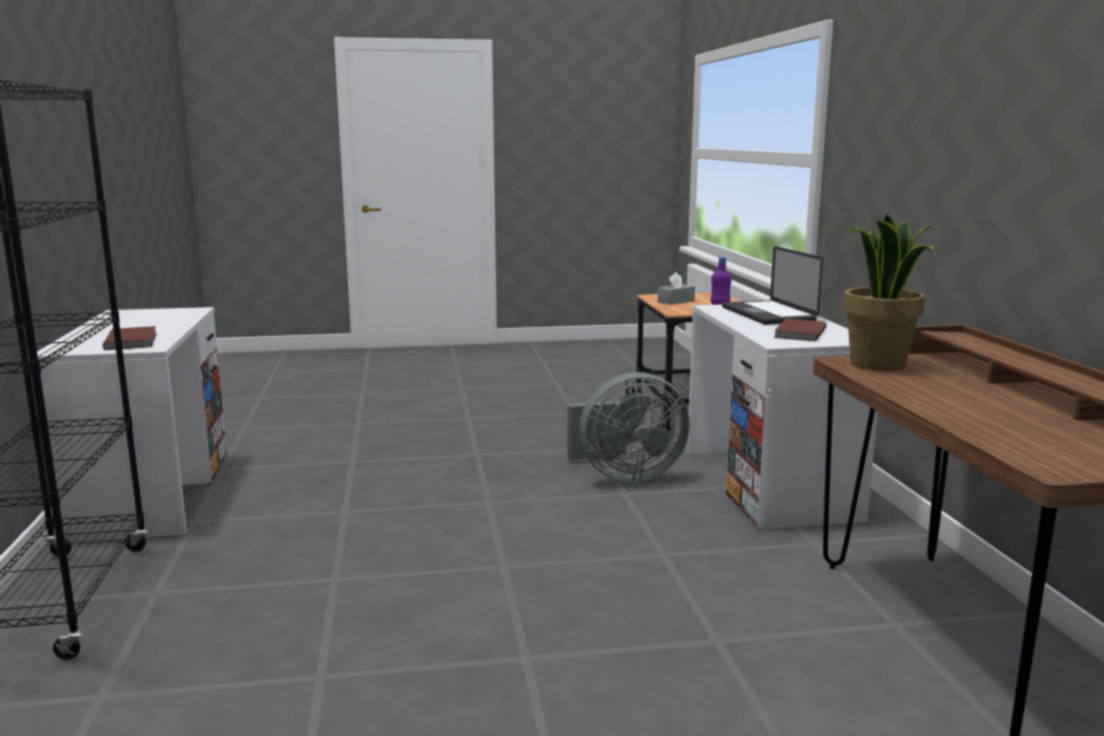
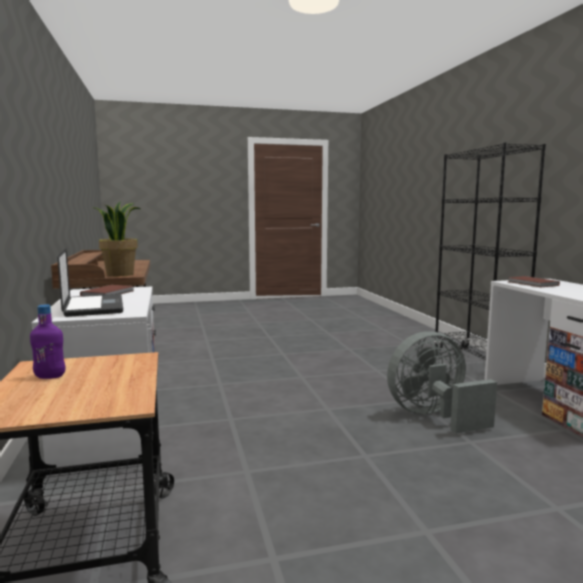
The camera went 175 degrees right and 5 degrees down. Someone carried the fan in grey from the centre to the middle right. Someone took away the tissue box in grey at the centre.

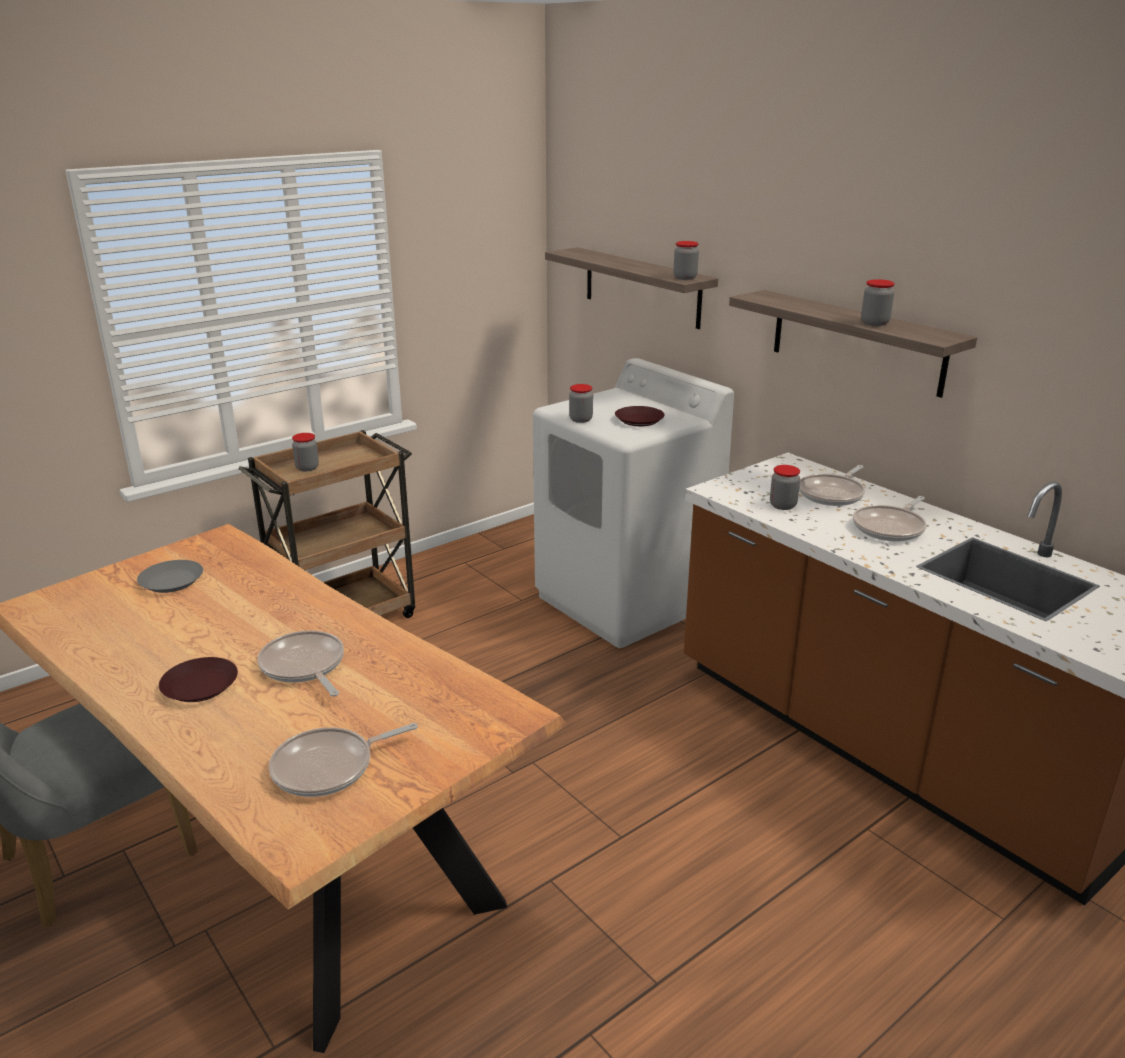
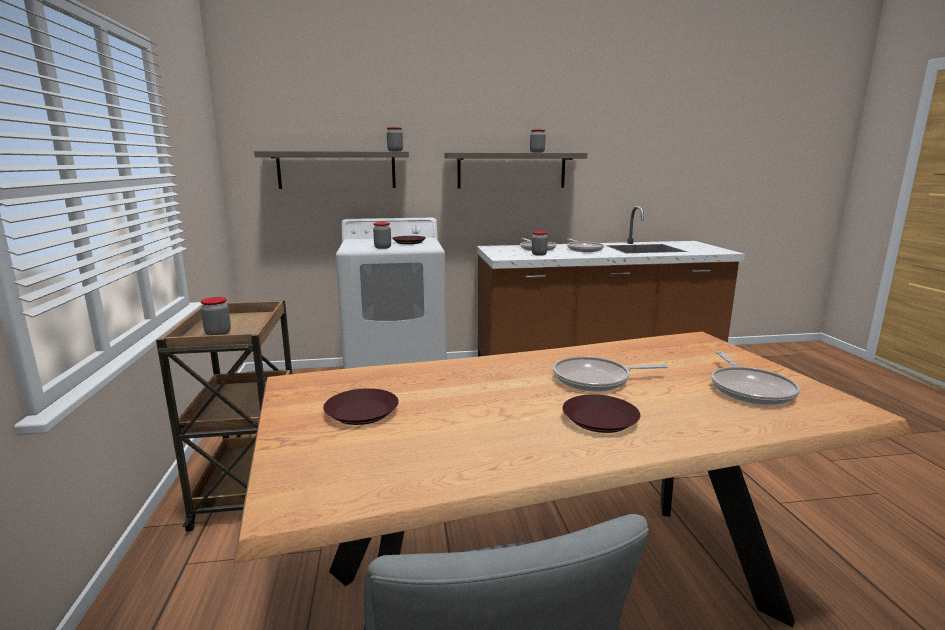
The camera went 60 degrees left and 10 degrees down. Someone repainted the plate in grey at the middle left, which became the plate in brown (1st from left) at the centre.

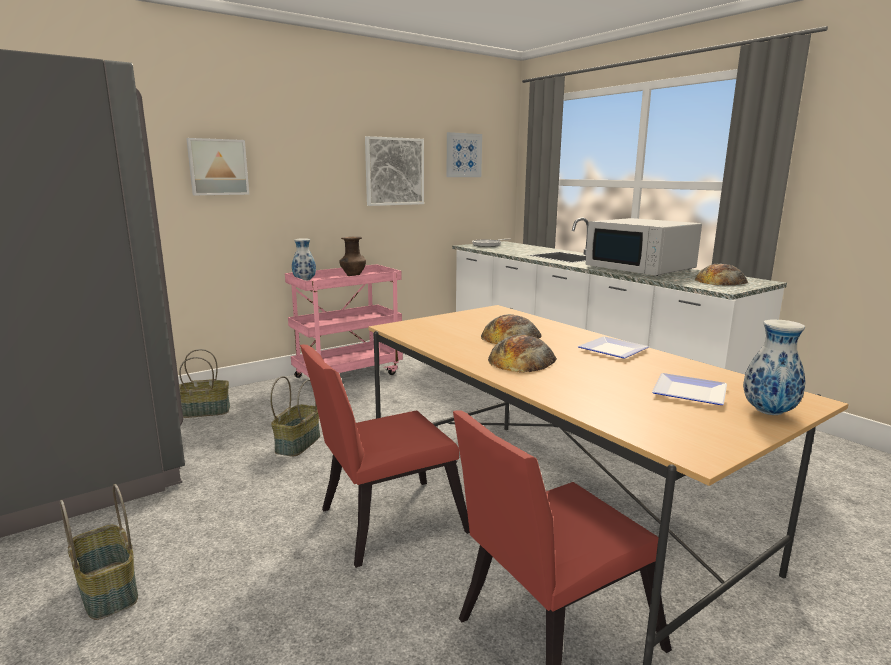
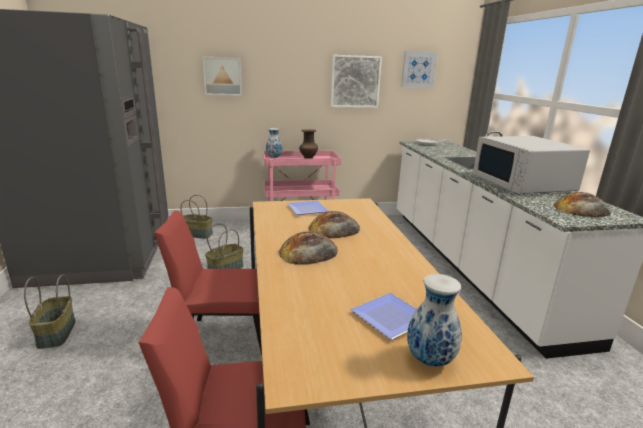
The camera went 25 degrees right and 5 degrees up. Someone carried the plate (1st from left) from the middle right to the centre.

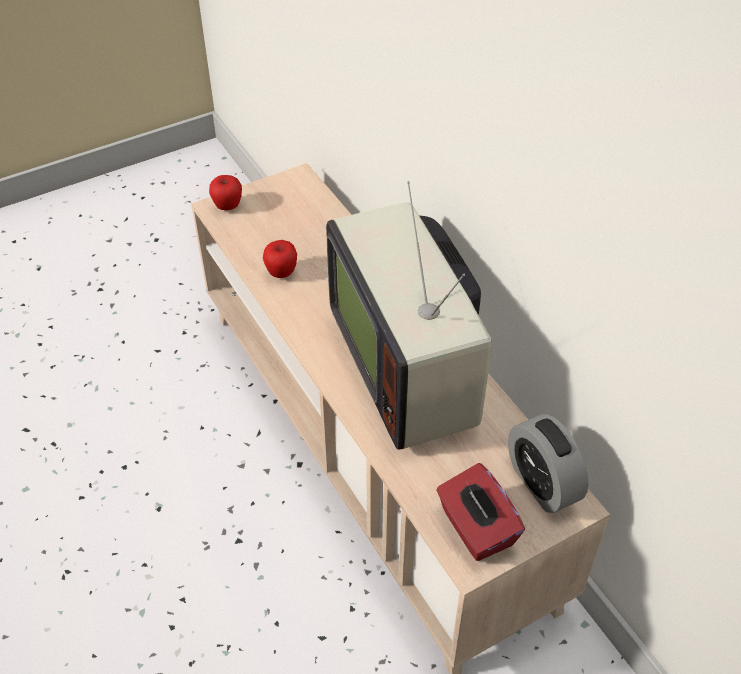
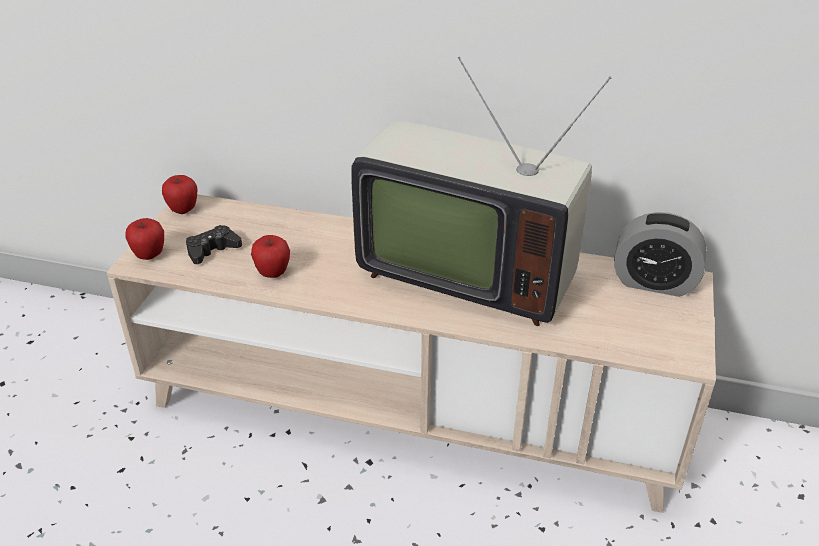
The camera went 45 degrees left and 10 degrees down. Someone put down the apple (2nd from left) at the middle left. Someone put down the game controller in black at the middle left. Someone took away the tissue box in red at the bottom centre.

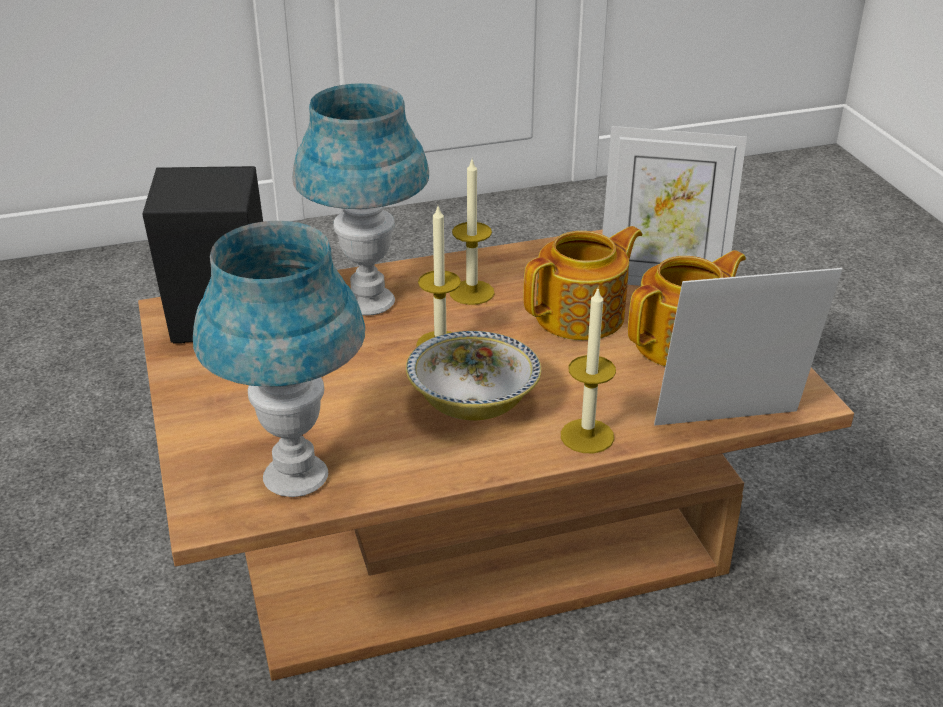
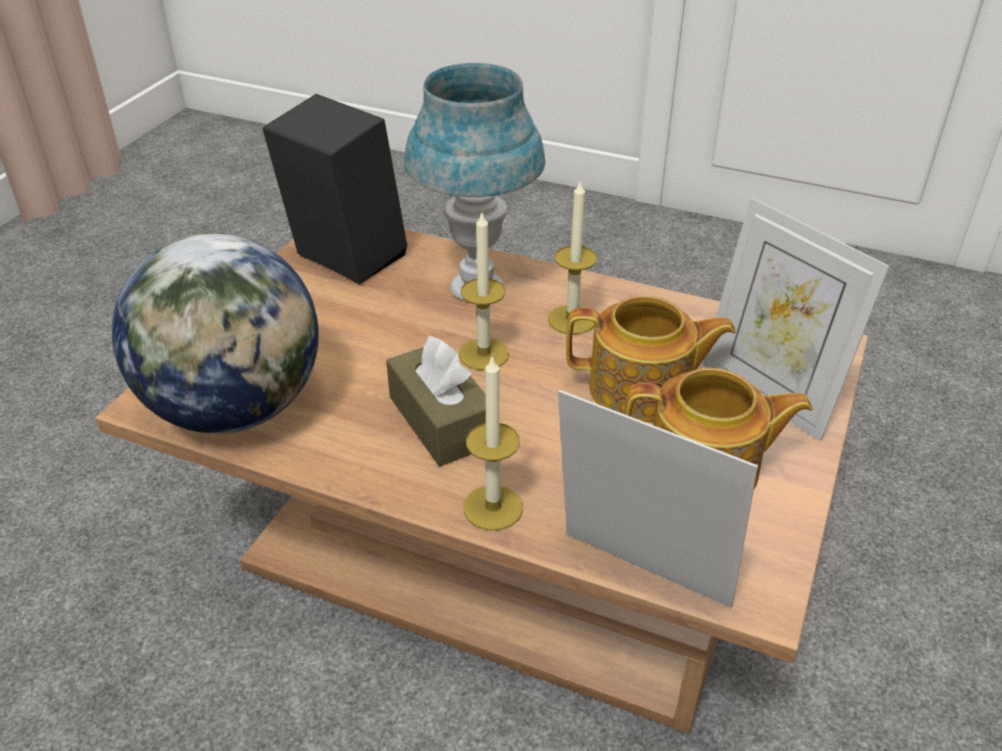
The camera went 40 degrees right and 5 degrees up. Someone swapped the table lamp in blue (1st from left) at the middle left for the globe at the middle left. Someone swapped the bowl at the centre for the tissue box in brown at the centre.

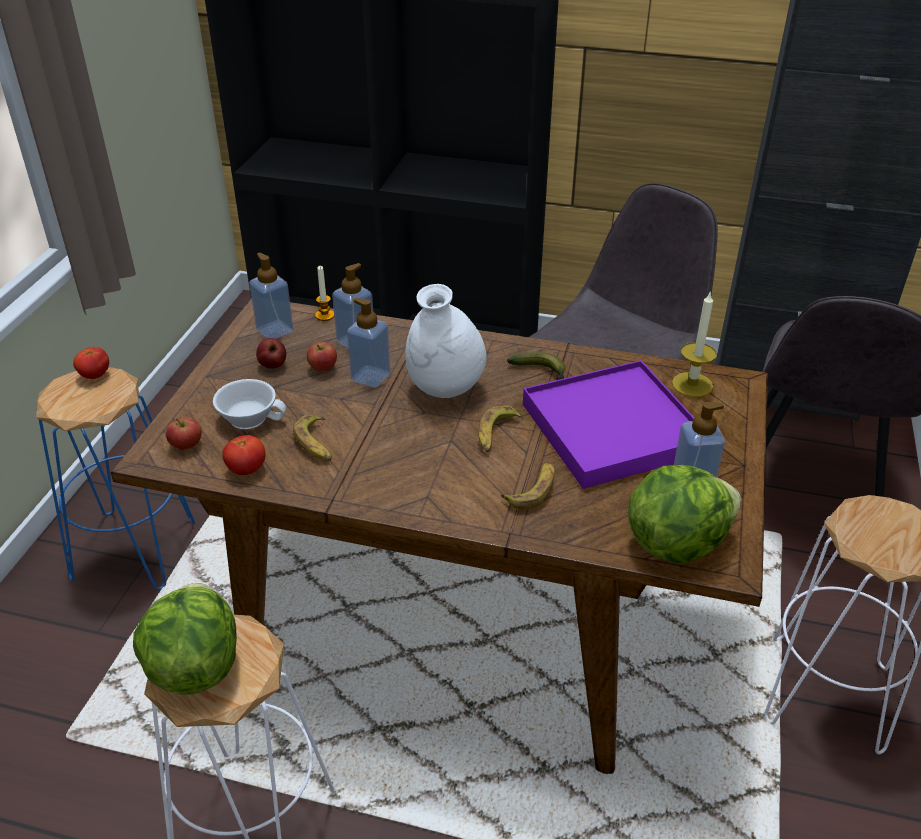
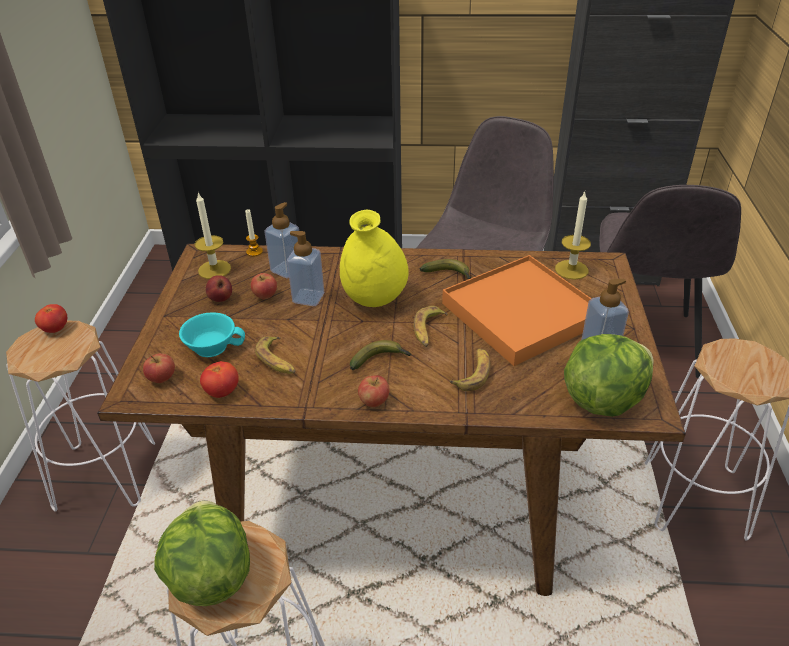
The camera went 10 degrees left and 0 degrees up. Someone repainted the stool in blue at the middle left, which became the stool in white (1st from left) at the middle left. Someone repainted the cup in white at the middle left, which became the cup in turquoise at the middle left. Someone swapped the soap dispenser (1st from left) at the middle left for the candle (1st from left) at the middle left. Someone repainted the vase in white at the centre, which became the vase in yellow at the centre. Someone put down the banana (2nd from left) at the centre. Someone put down the apple (4th from left) at the centre. Someone repainted the tray in purple at the centre, which became the tray in orange at the centre.

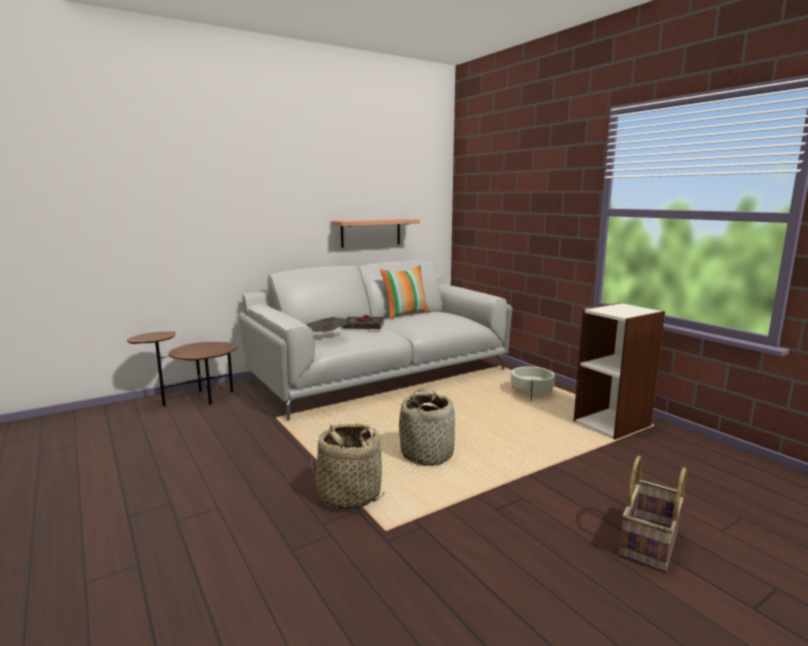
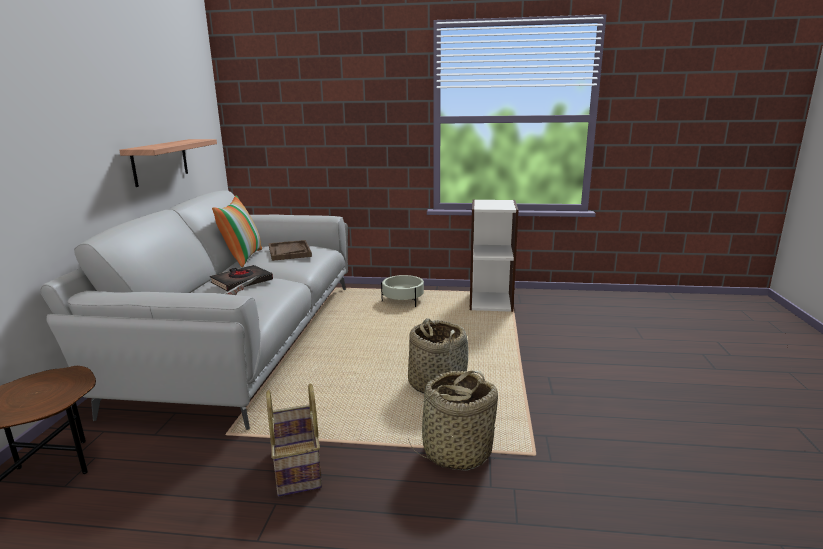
The camera went 50 degrees left and 5 degrees up. Someone carried the basket (3rd from left in the first image) from the bottom right to the bottom centre. Someone put down the tray in brown at the centre.

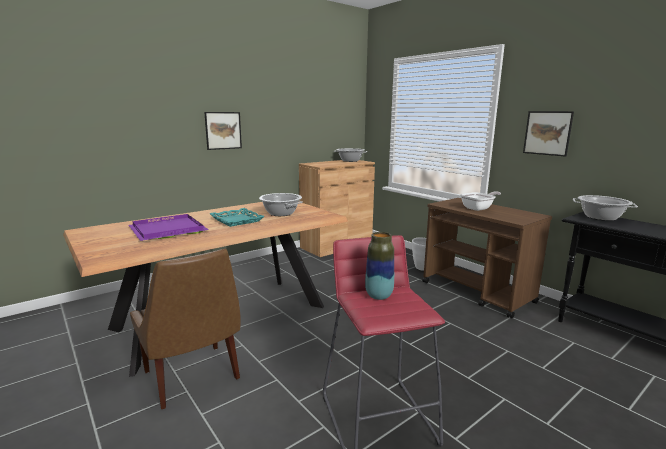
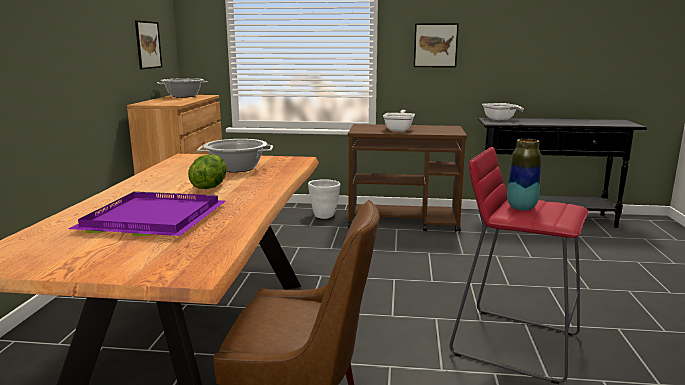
The camera went 45 degrees left and 0 degrees up. Someone carried the picture (1st from left) from the top centre to the top left. Someone swapped the tray in turquoise at the centre for the lettuce at the middle left. Someone swapped the cooking pot (3rd from left) at the middle right for the frying pan (2nd from left) at the top right.

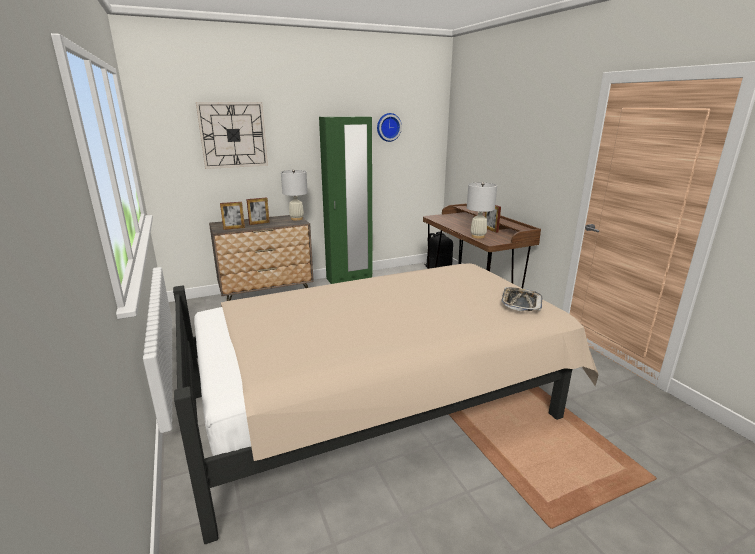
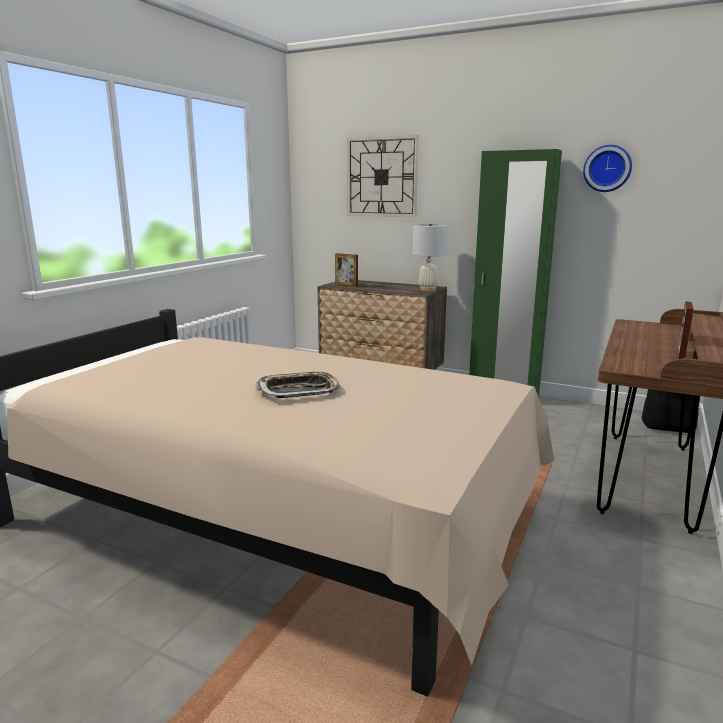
The camera went 50 degrees right and 5 degrees down. Someone carried the tray from the middle right to the centre. Someone took away the picture frame (2nd from left) at the centre. Someone took away the table lamp in white (2nd from left) at the centre.

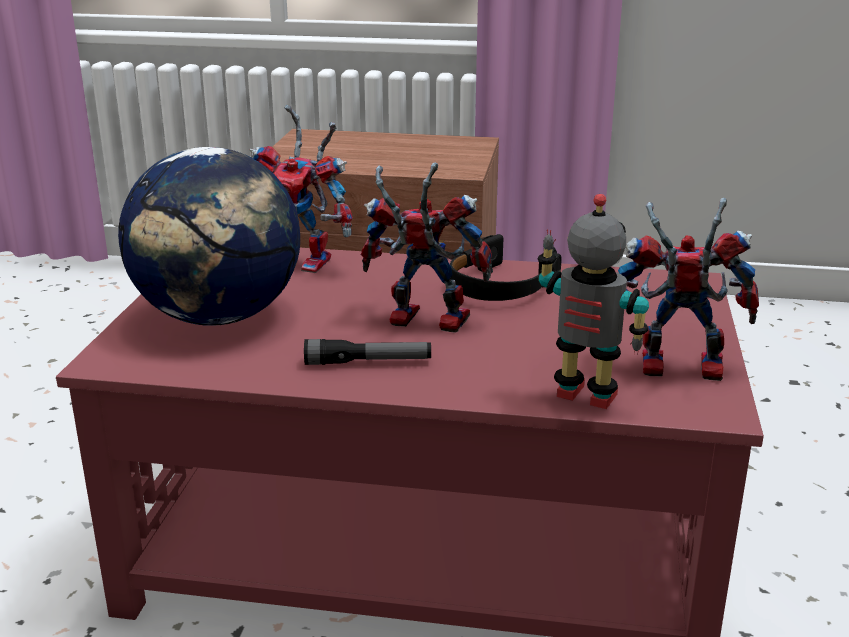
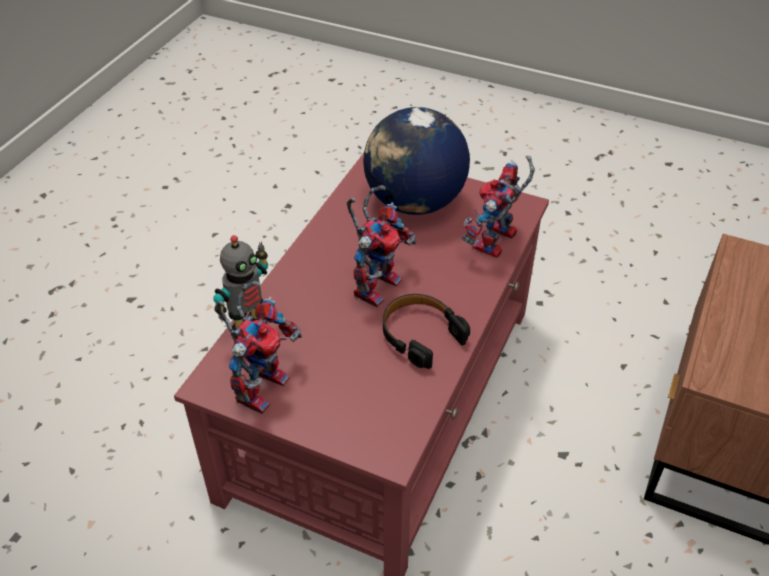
The camera went 105 degrees right and 20 degrees up. Someone took away the flashlight at the centre.

